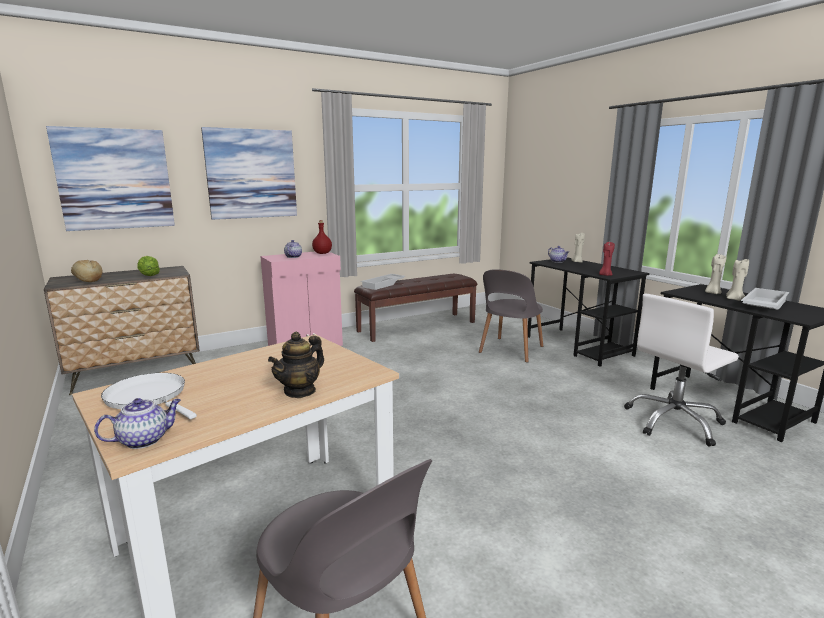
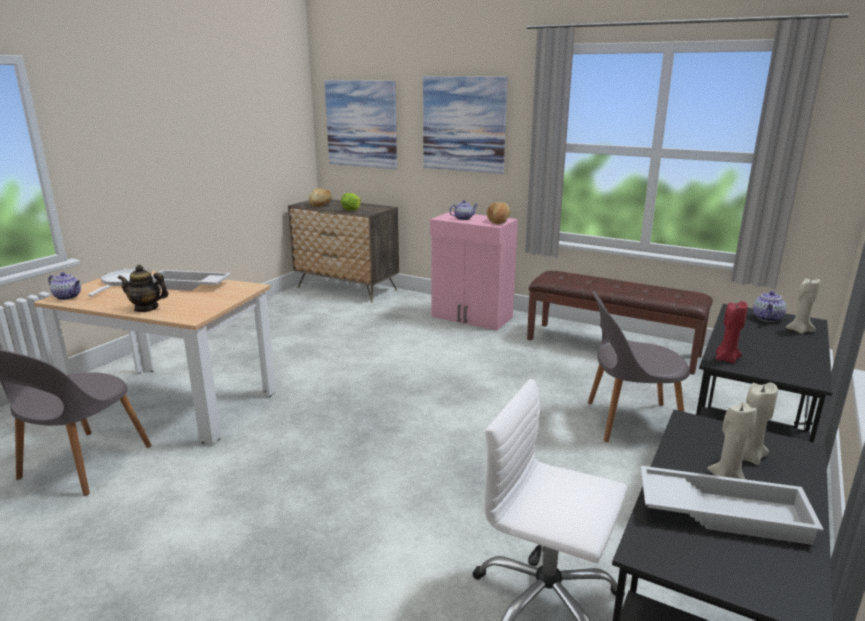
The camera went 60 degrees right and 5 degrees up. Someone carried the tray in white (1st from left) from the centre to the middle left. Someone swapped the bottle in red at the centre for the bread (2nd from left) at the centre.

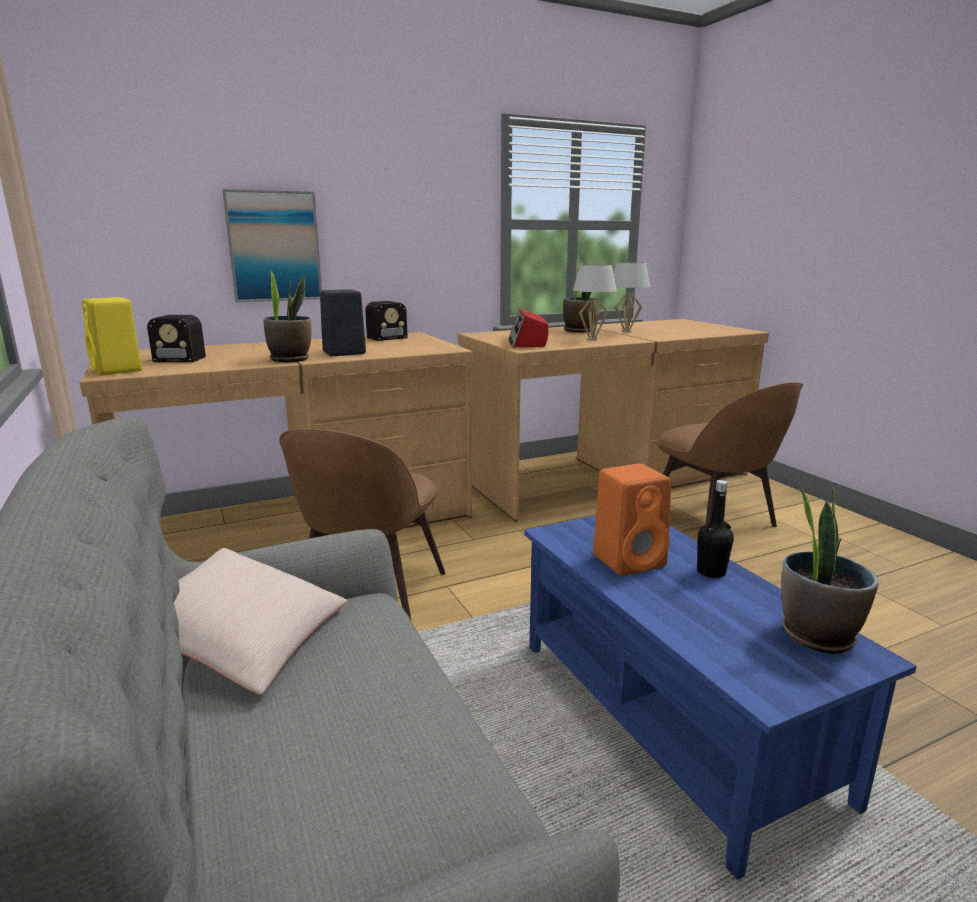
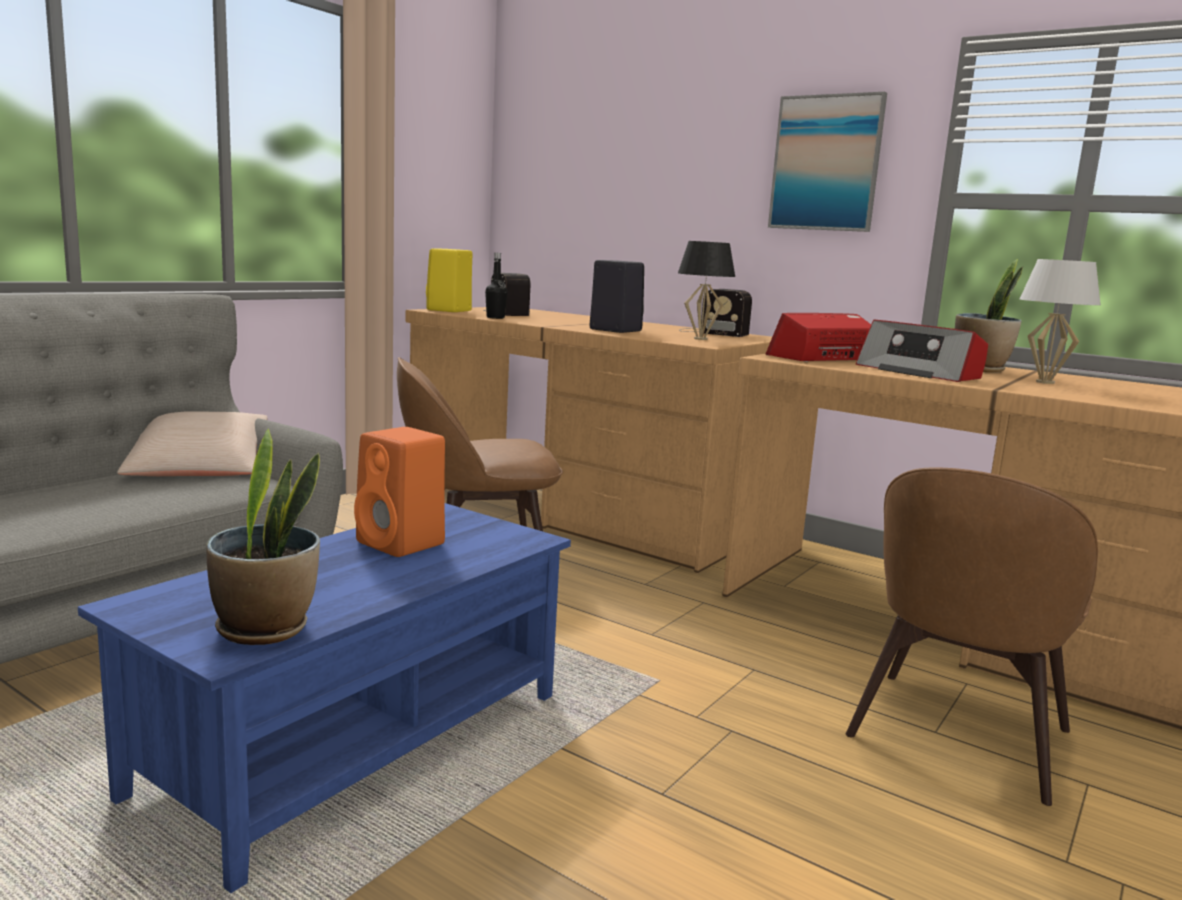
The camera went 60 degrees right and 5 degrees down. Someone carried the bottle in black from the middle right to the top centre. Someone put down the table lamp in black at the top centre. Someone carried the picture from the top left to the top right. Someone swapped the table lamp in white (1st from left) at the centre for the radio (4th from left) at the middle right. Someone took away the potted plant (1st from left) at the middle left.

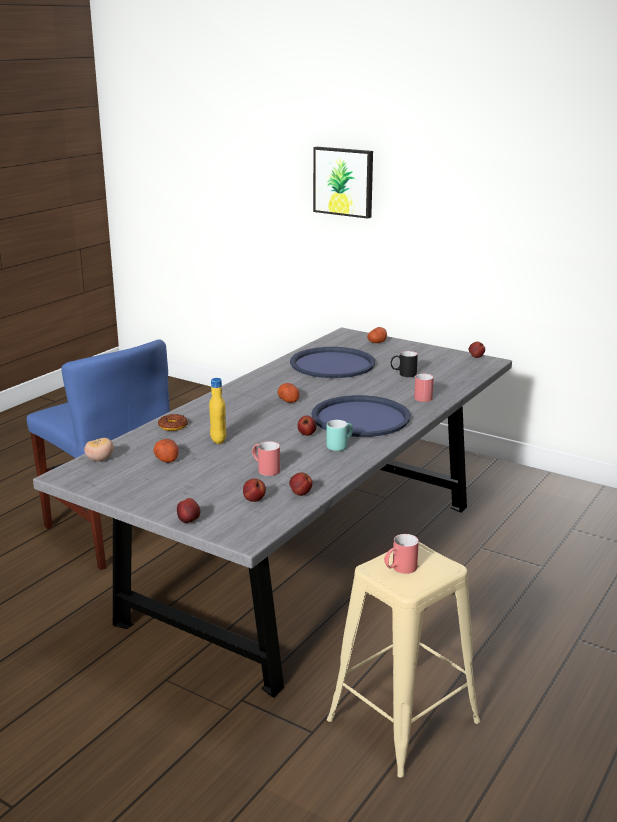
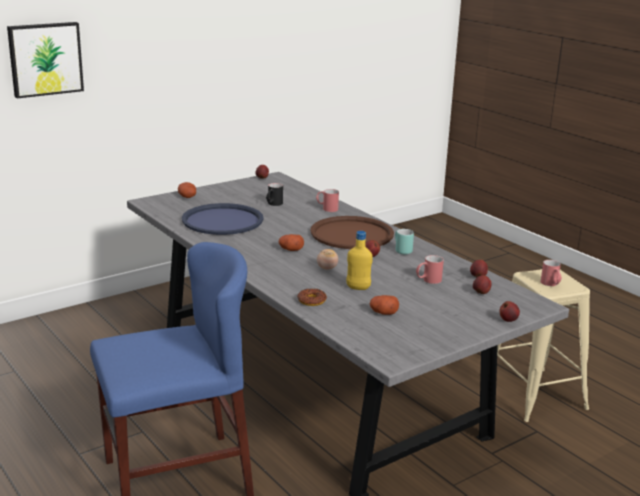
The camera went 70 degrees left and 0 degrees up. Someone repainted the tray in blue (2nd from left) at the centre, which became the tray in brown at the centre. Someone carried the tomato from the middle left to the centre.

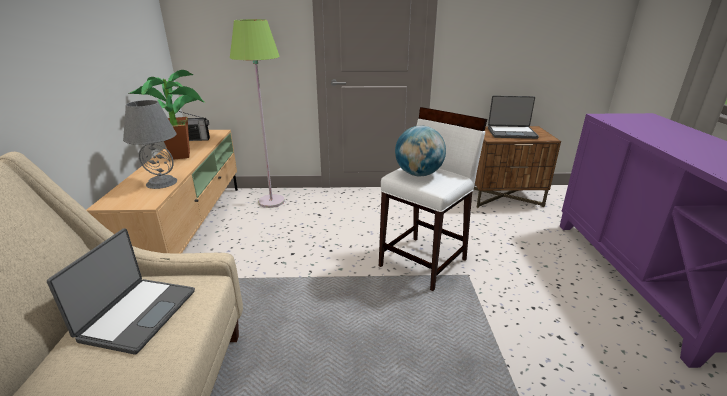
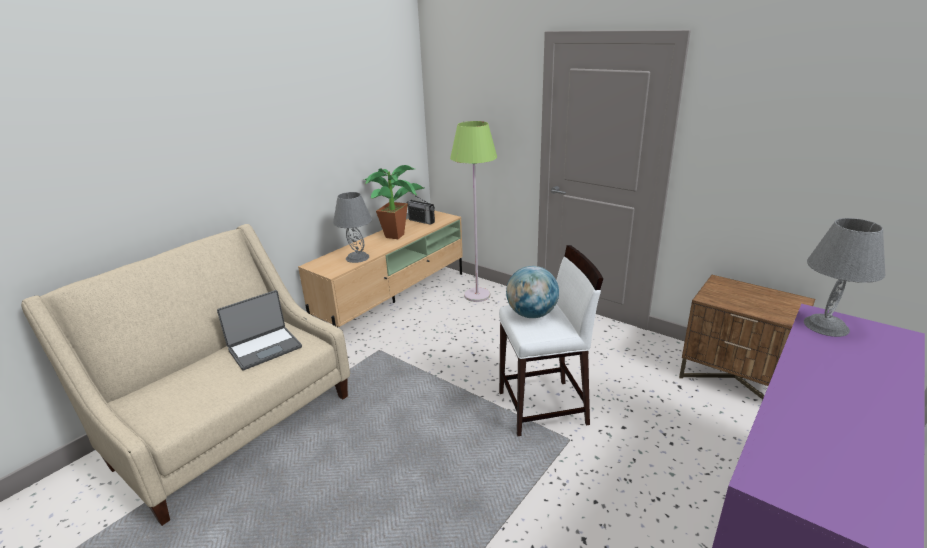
The camera went 40 degrees right and 0 degrees up. Someone put down the table lamp in grey (2nd from left) at the middle right. Someone took away the laptop (2nd from left) at the top right.

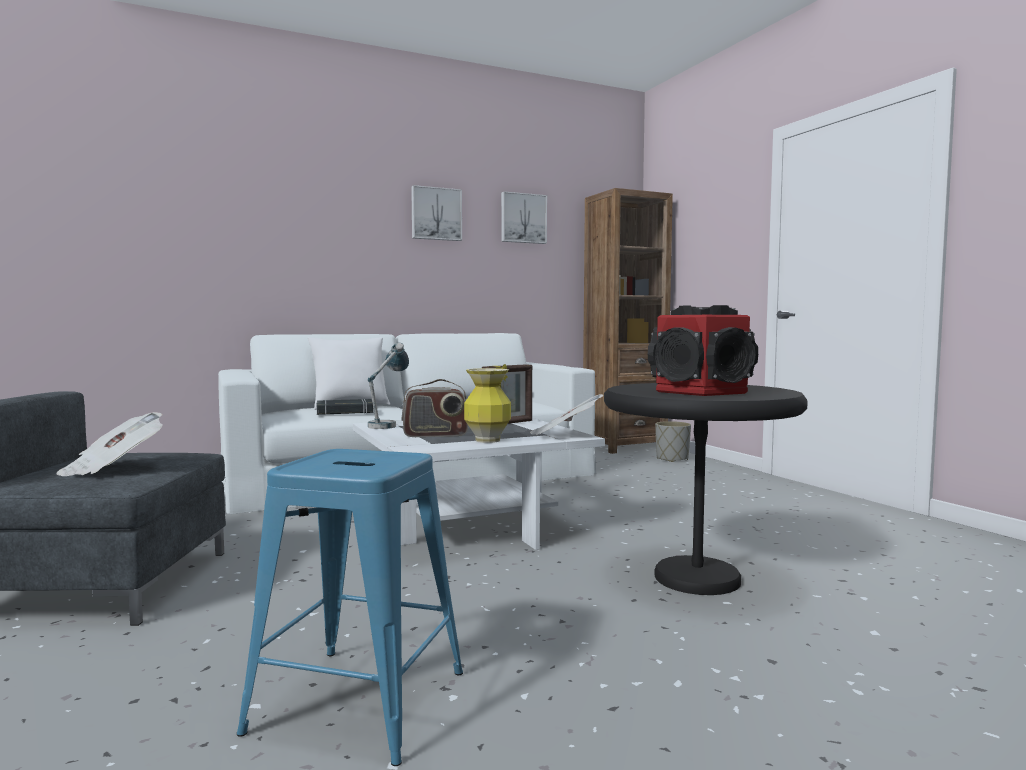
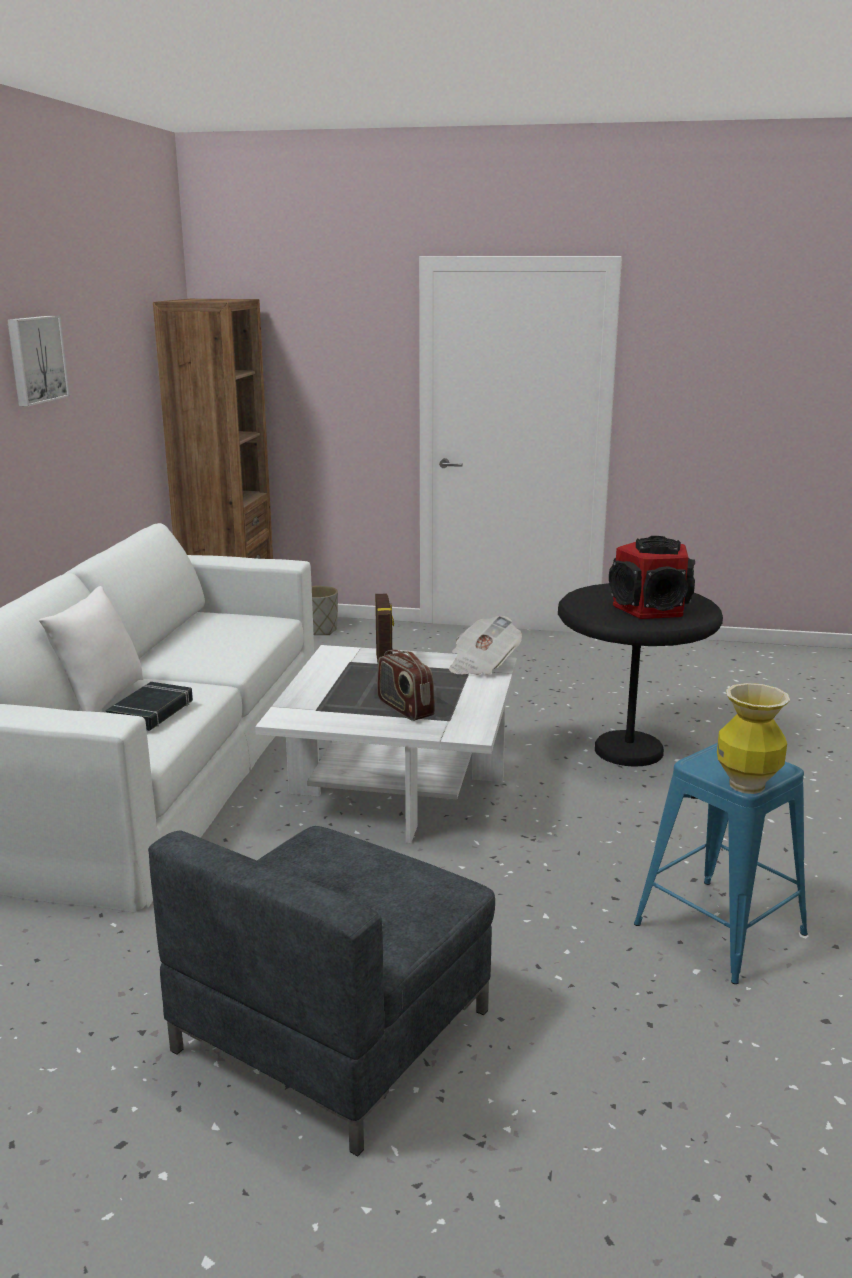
The camera went 55 degrees left and 15 degrees up. Someone rotated the radio at the centre by 120 degrees clockwise. Someone carried the vase from the centre to the middle right. Someone took away the newspaper (1st from left) at the middle left. Someone took away the table lamp at the centre. Someone took away the picture (2nd from left) at the top centre.

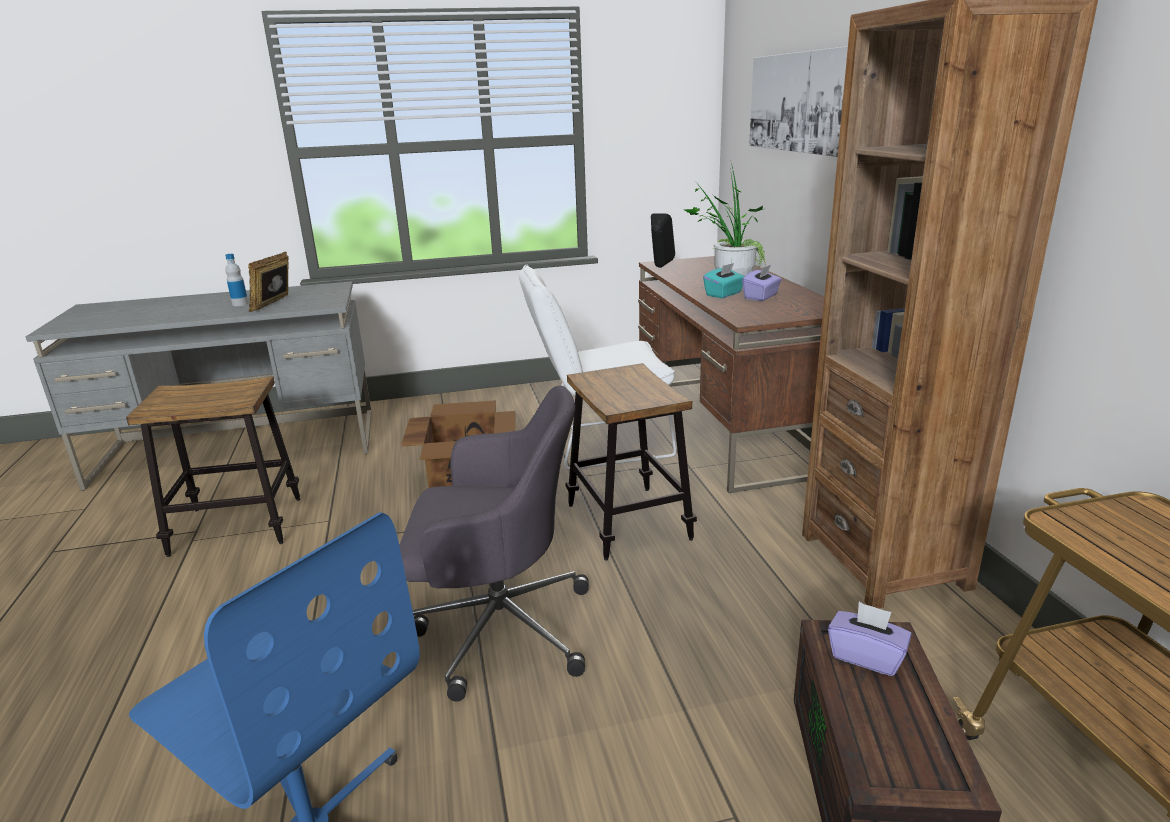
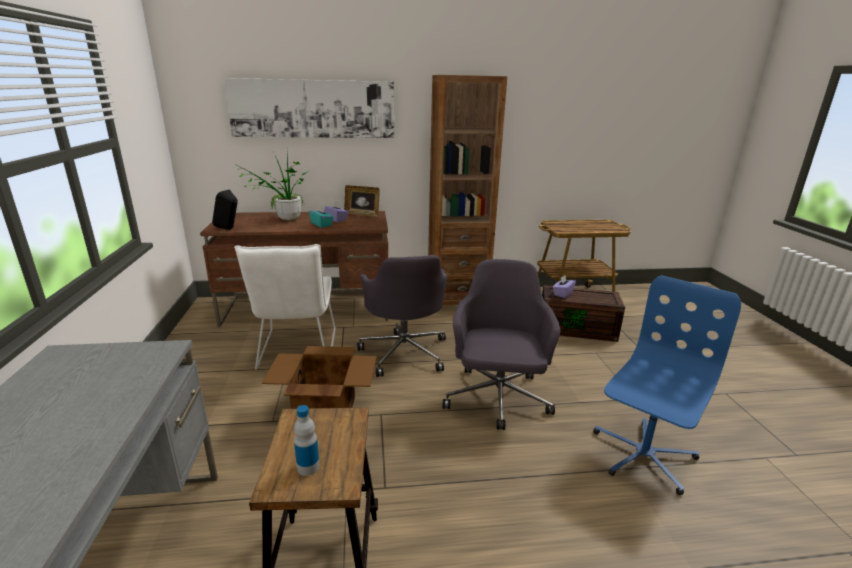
The camera went 85 degrees left and 0 degrees up. Someone carried the bottle from the middle left to the bottom centre. Someone carried the picture frame from the middle left to the centre. Someone swapped the stool (2nd from left) at the centre for the office chair in grey (1st from left) at the centre.

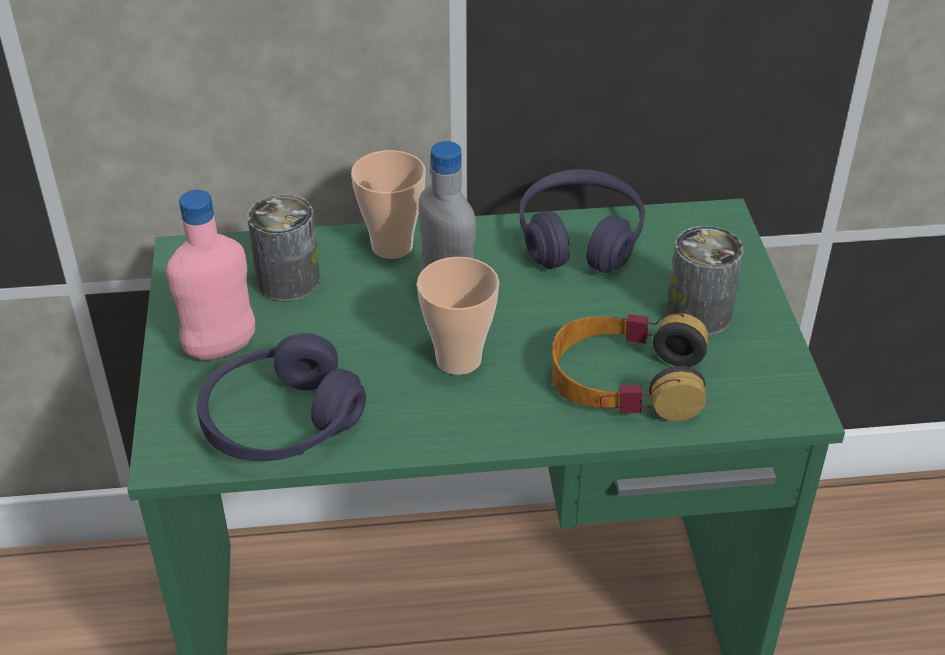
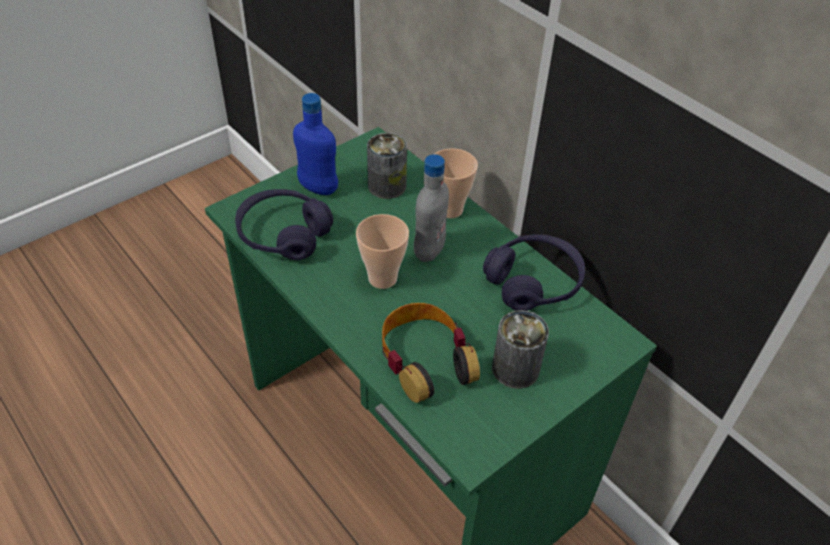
The camera went 55 degrees right and 5 degrees up. Someone repainted the bottle in pink at the middle left, which became the bottle in blue at the top centre.

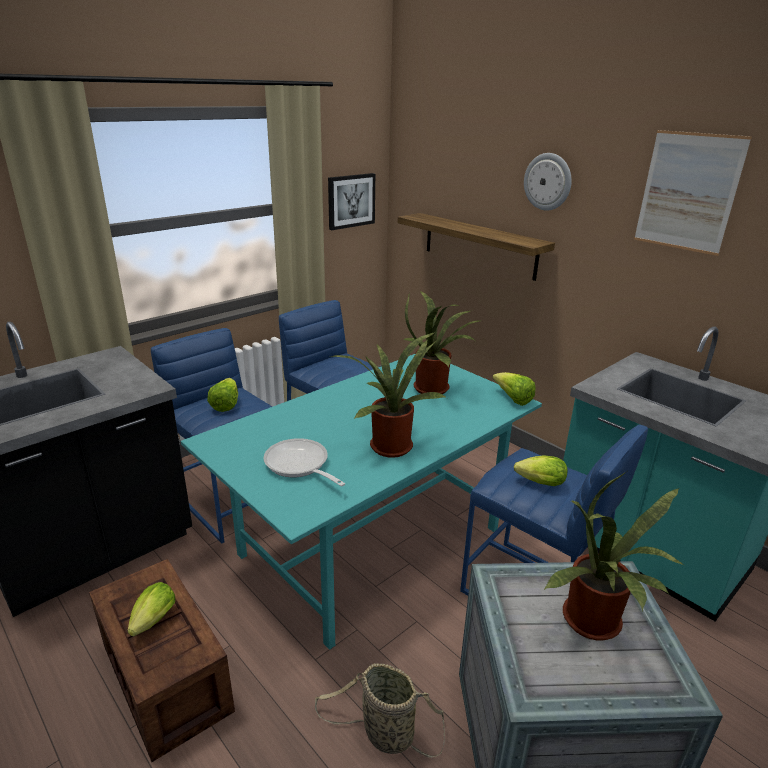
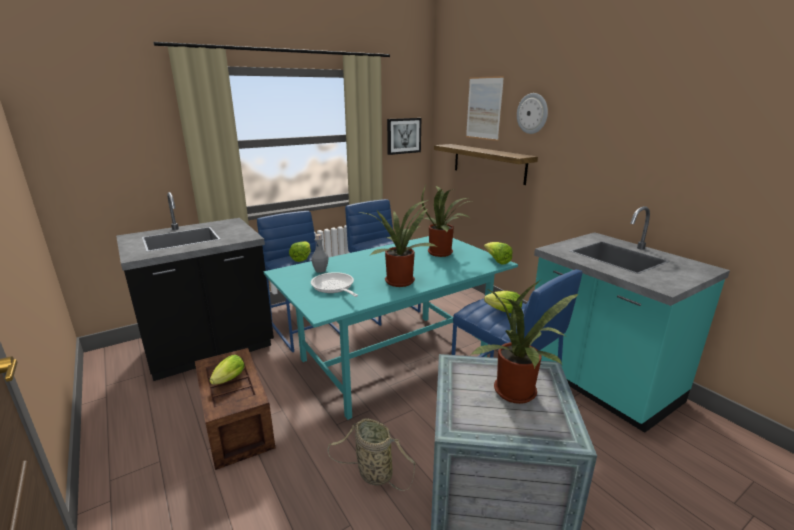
The camera went 10 degrees right and 5 degrees down. Someone put down the bottle in grey at the centre. Someone carried the picture (2nd from left) from the top right to the top centre.

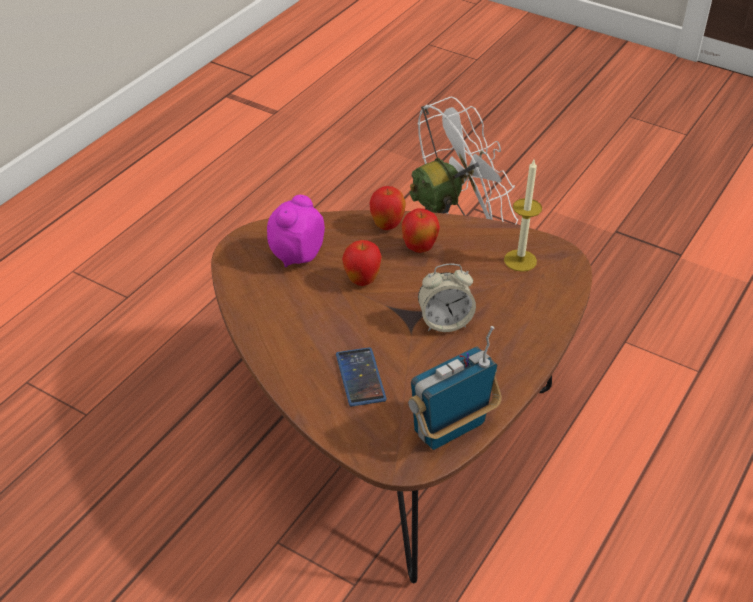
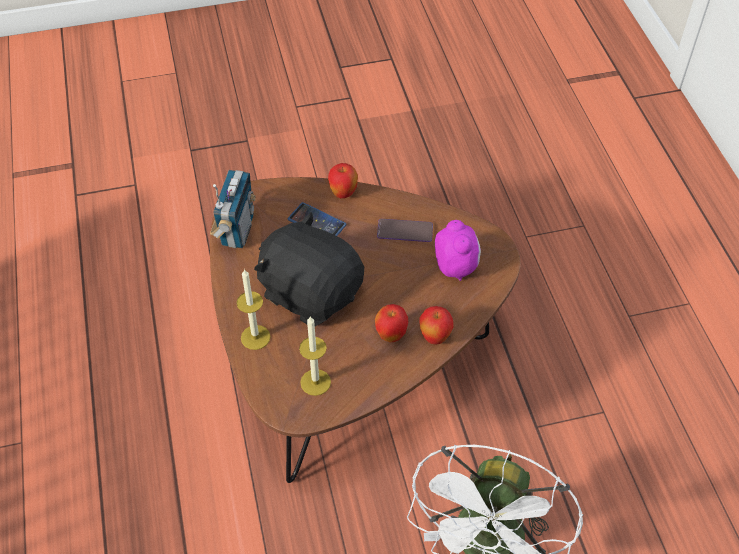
The camera went 135 degrees right and 10 degrees up. Someone put down the candle (1st from left) at the centre. Someone swapped the alarm clock (2nd from left) at the centre for the plush toy in black at the centre. Someone carried the apple (1st from left) from the centre to the top centre. Someone put down the phone (2nd from left) at the centre.

